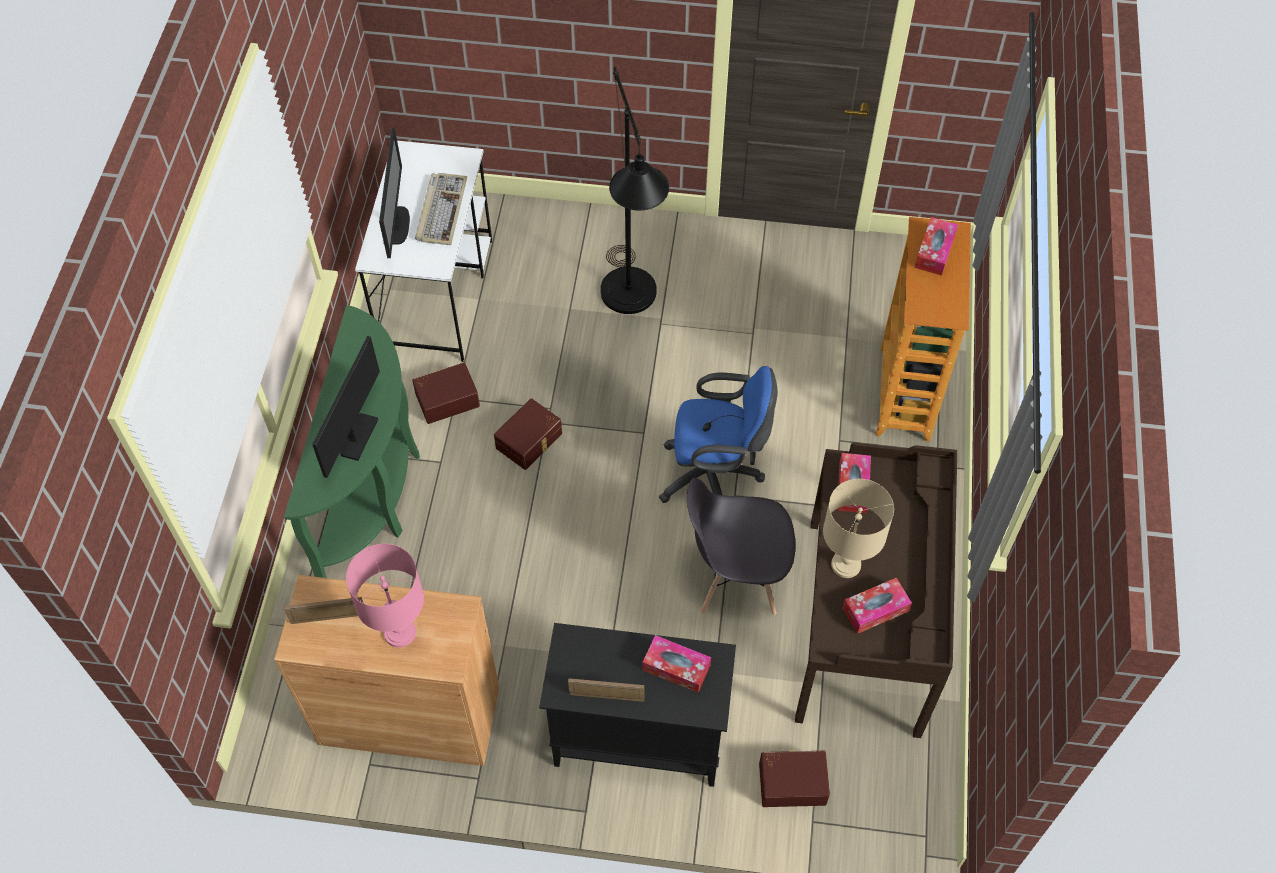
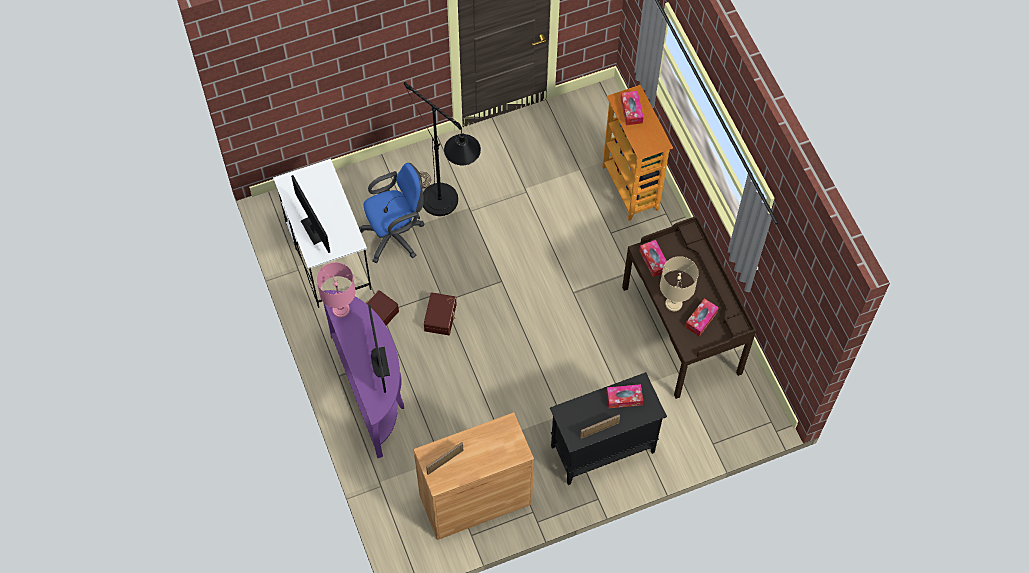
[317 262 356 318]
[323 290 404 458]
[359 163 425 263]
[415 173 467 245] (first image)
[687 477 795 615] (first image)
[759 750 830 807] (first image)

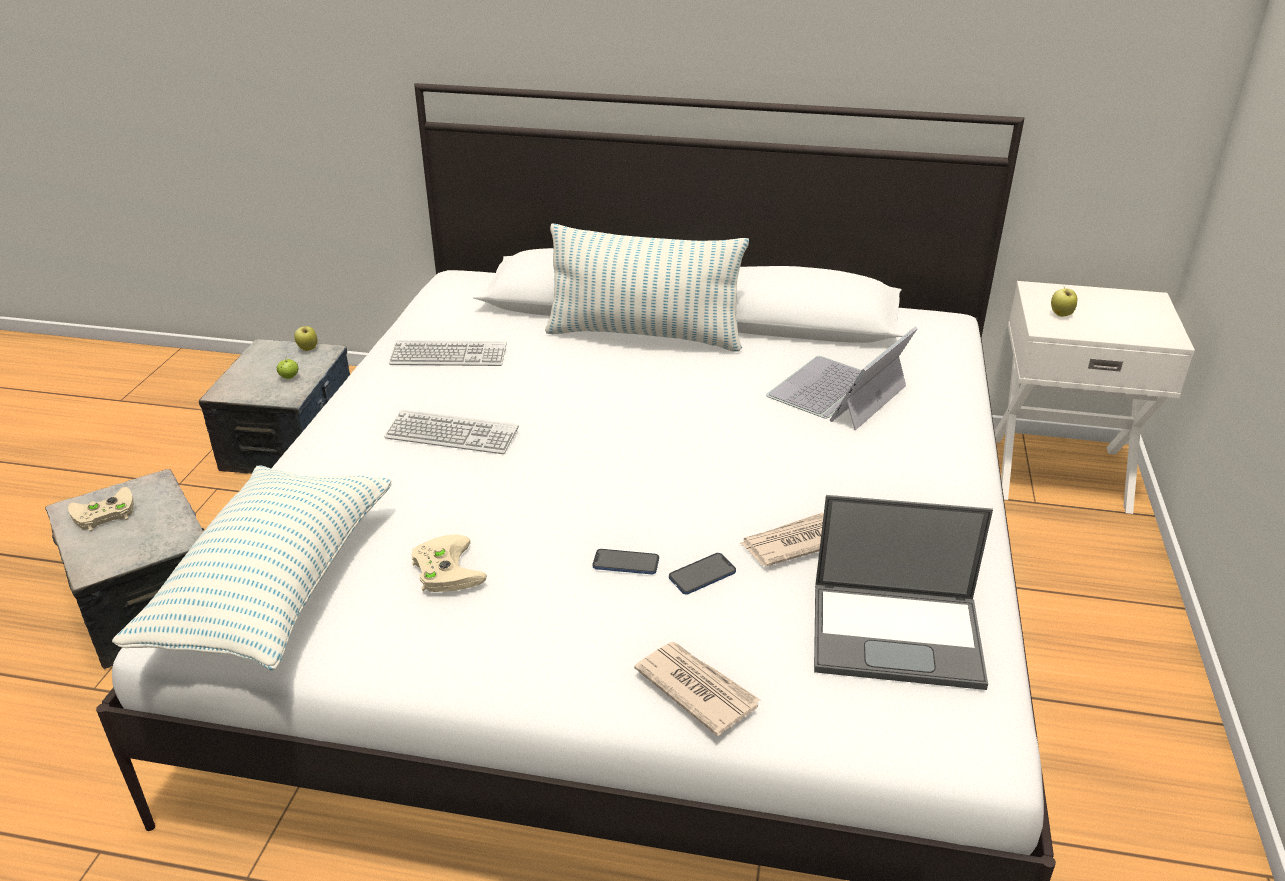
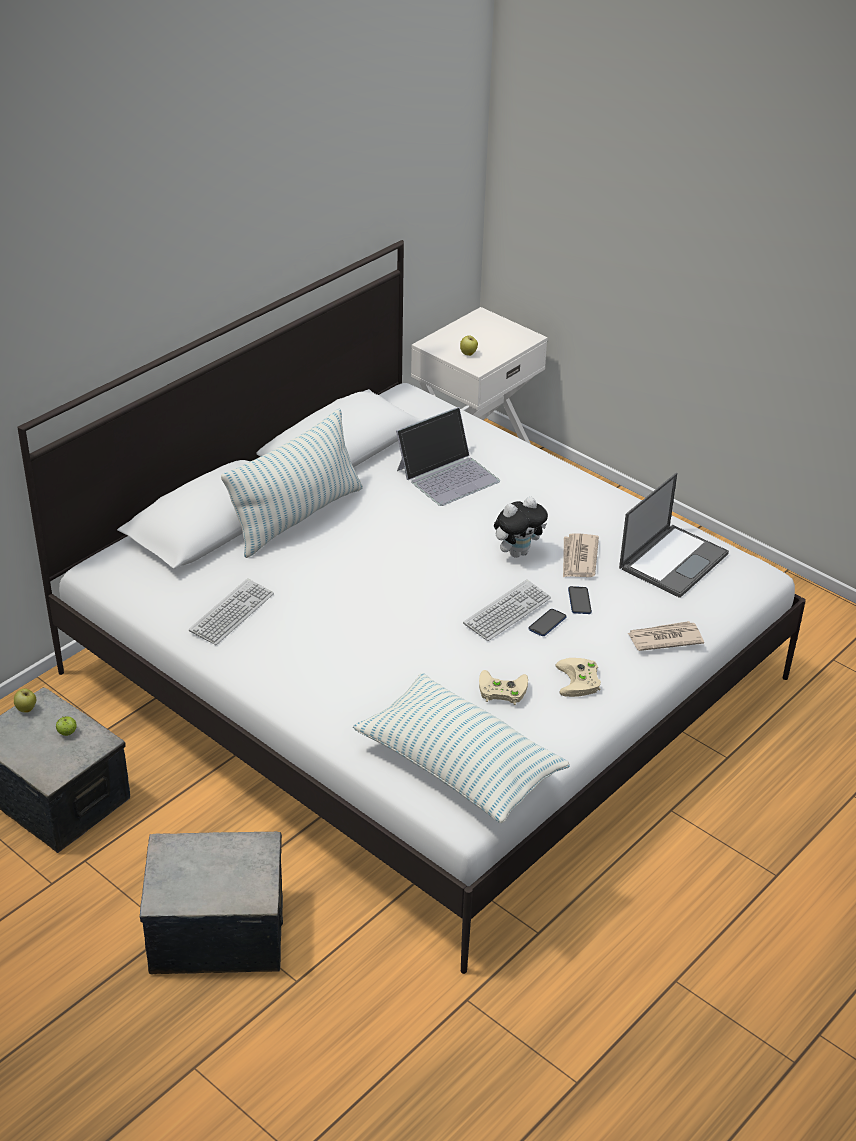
[396 407 500 506]
[463 579 551 641]
[494 497 548 558]
[555 658 601 697]

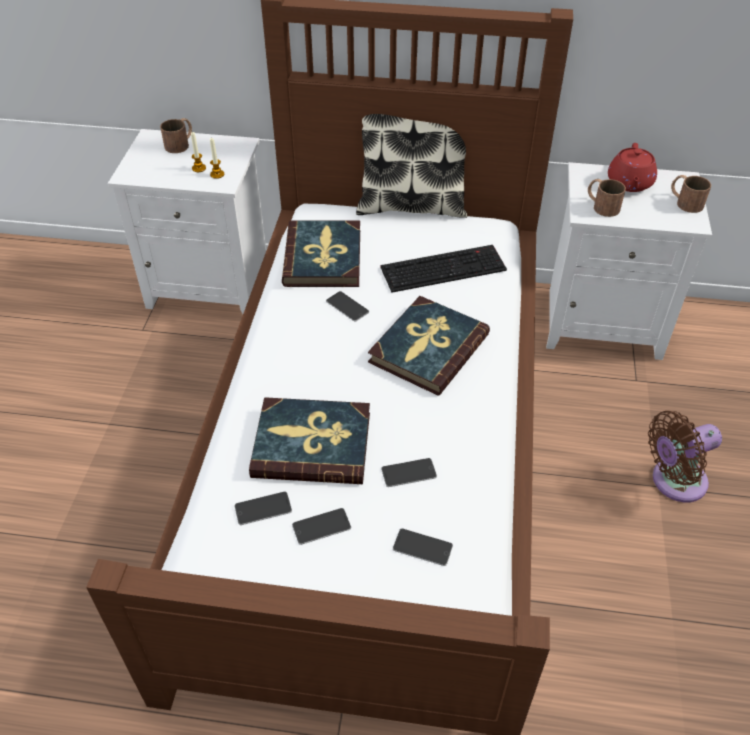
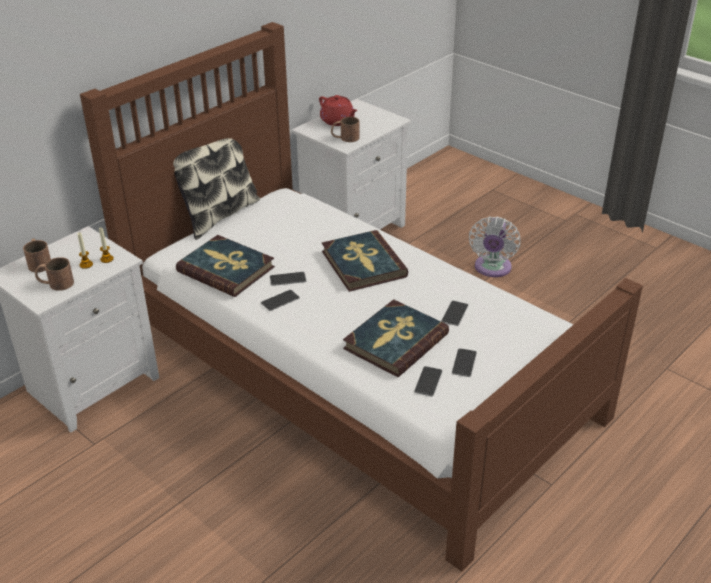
[35 257 74 291]
[261 290 300 311]
[469 216 521 277]
[381 245 507 293] (first image)

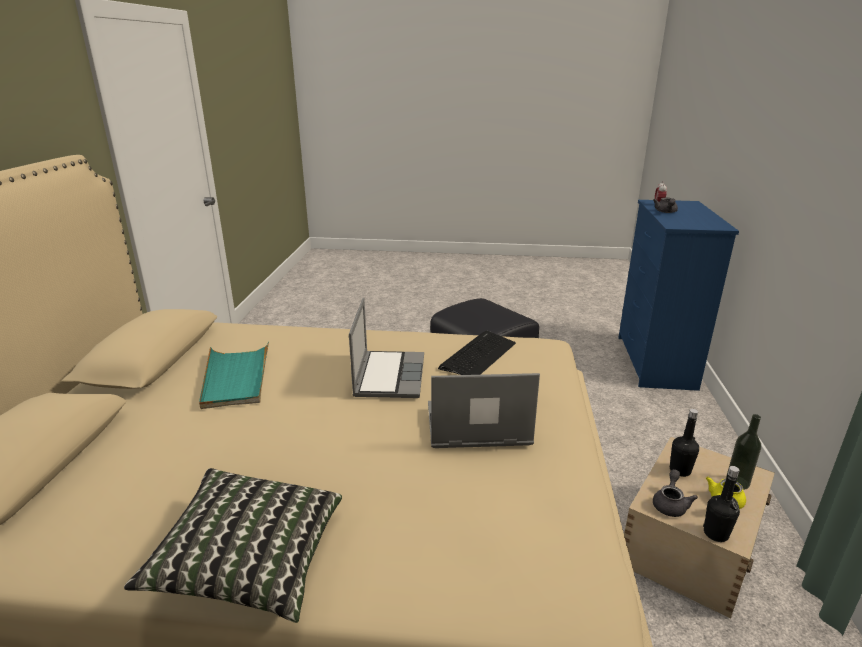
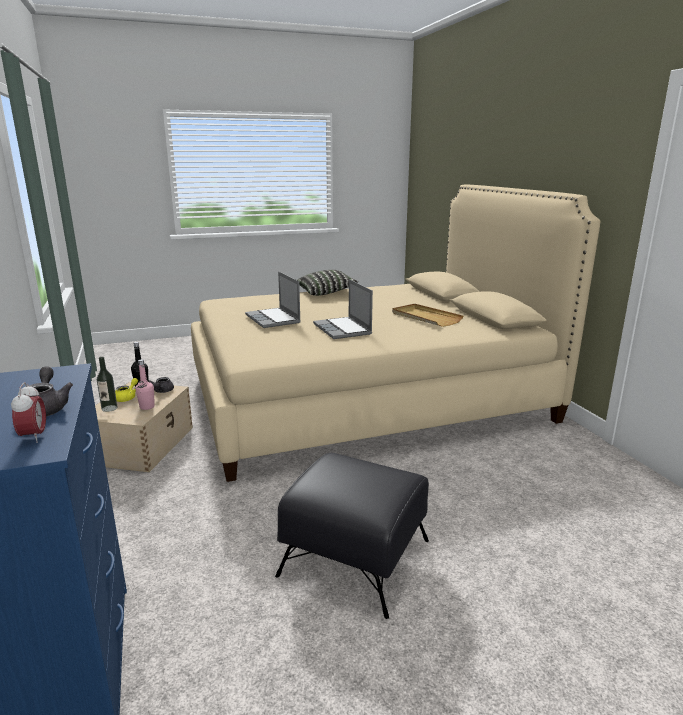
[135 359 155 410]
[245 272 301 328]
[392 304 463 327]
[438 331 516 375] (first image)

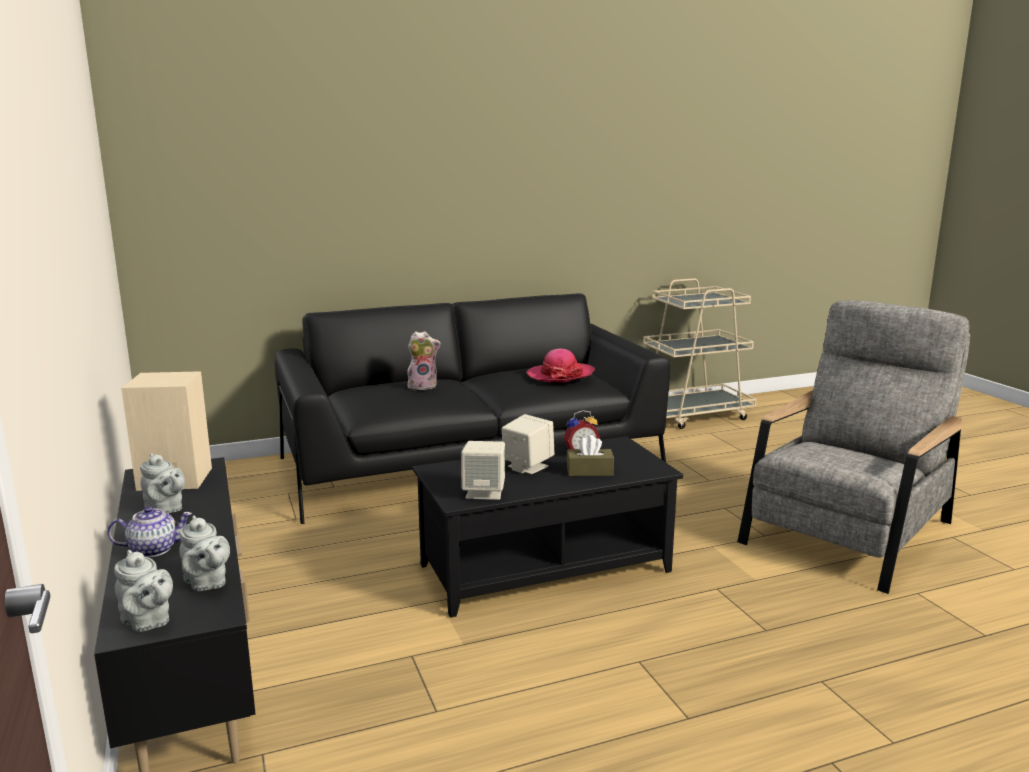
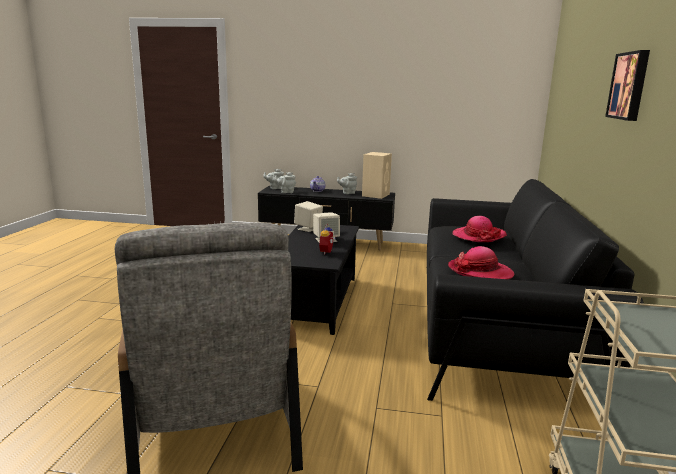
[453 216 507 242]
[605 50 650 121]
[567 435 614 476] (first image)

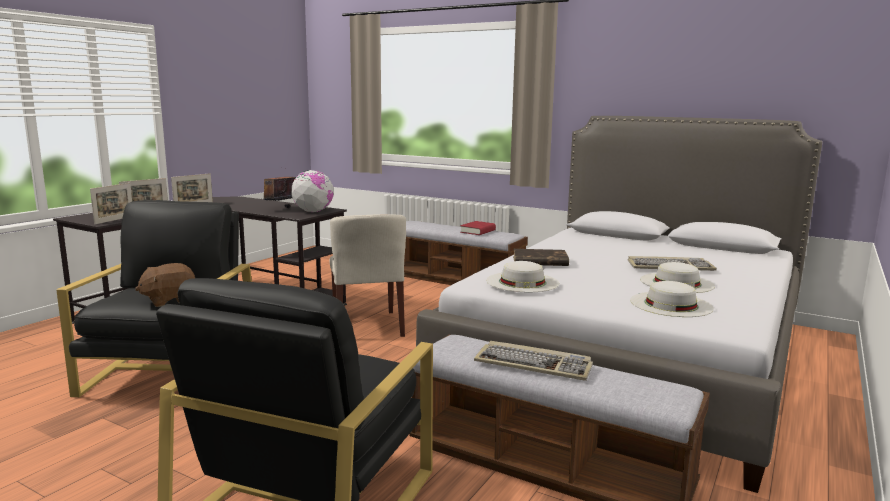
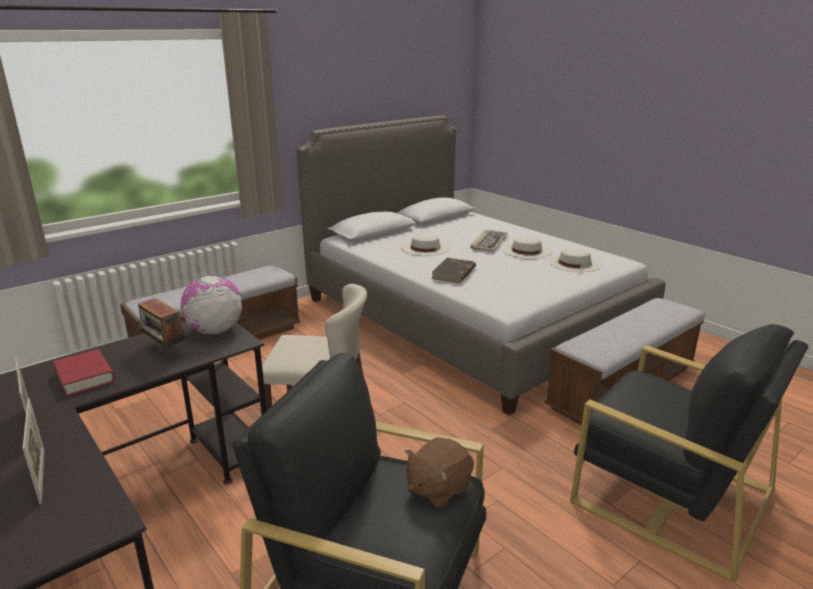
[53 349 115 396]
[401 233 450 256]
[405 437 474 508]
[90 183 132 225] (first image)
[474 341 593 381] (first image)

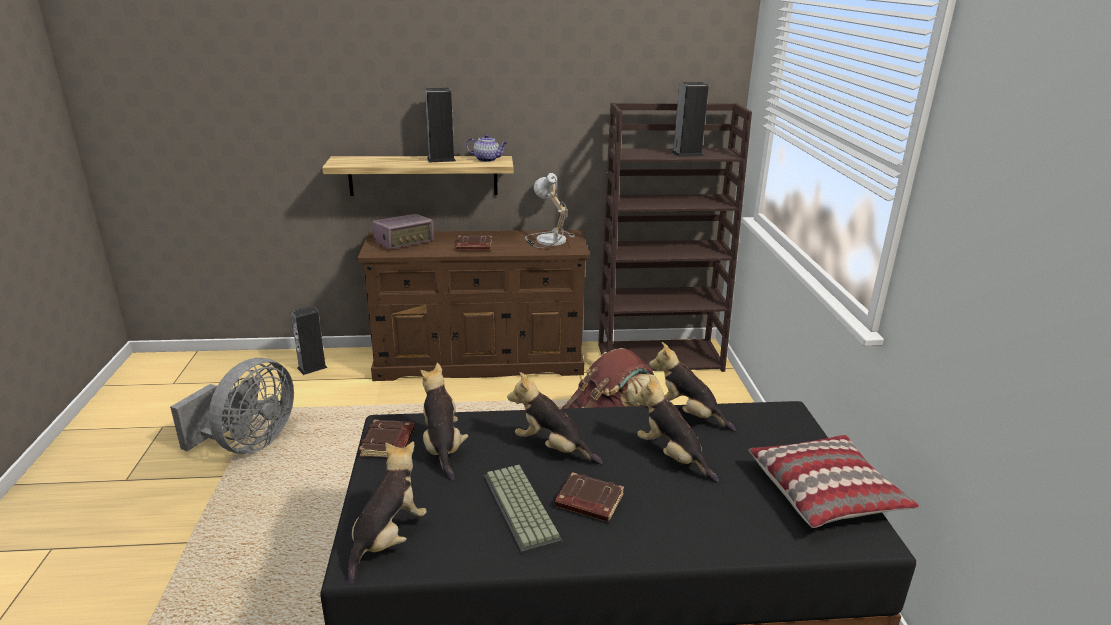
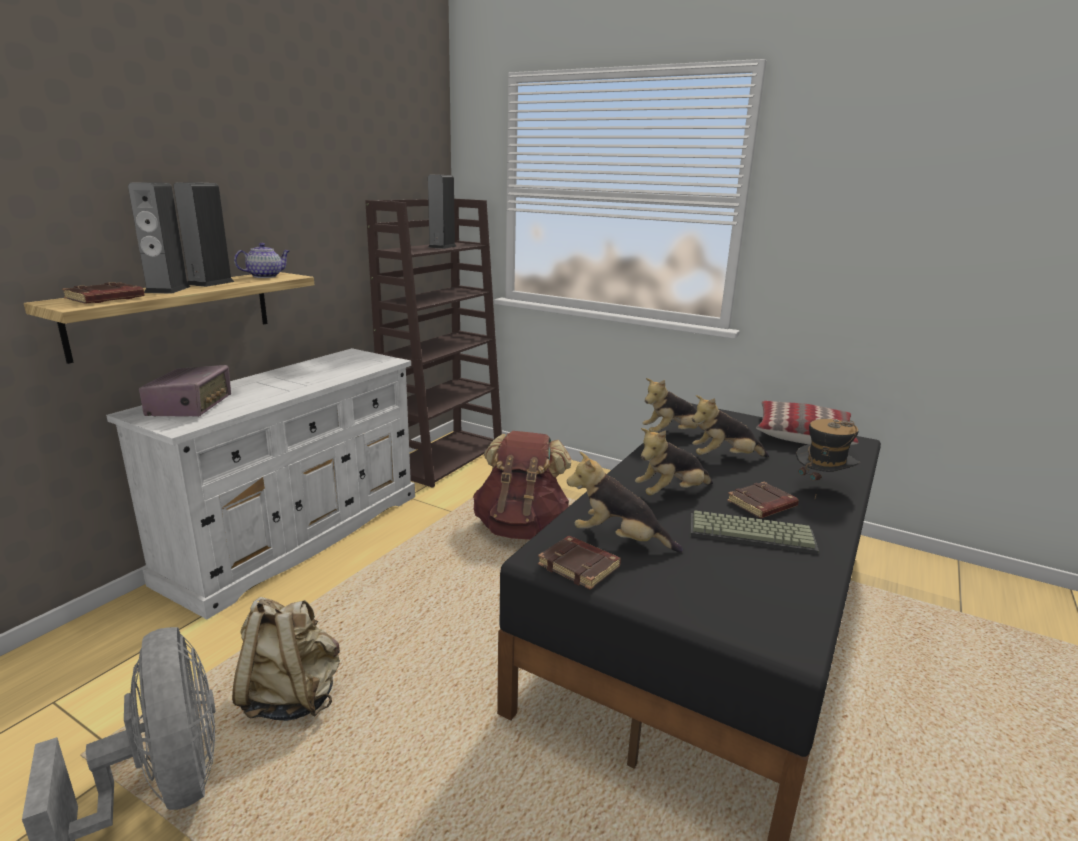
[62 282 145 304]
[106 348 415 619]
[128 182 190 294]
[232 597 340 721]
[796 419 860 498]
[348 441 427 585] (first image)
[525 173 574 249] (first image)

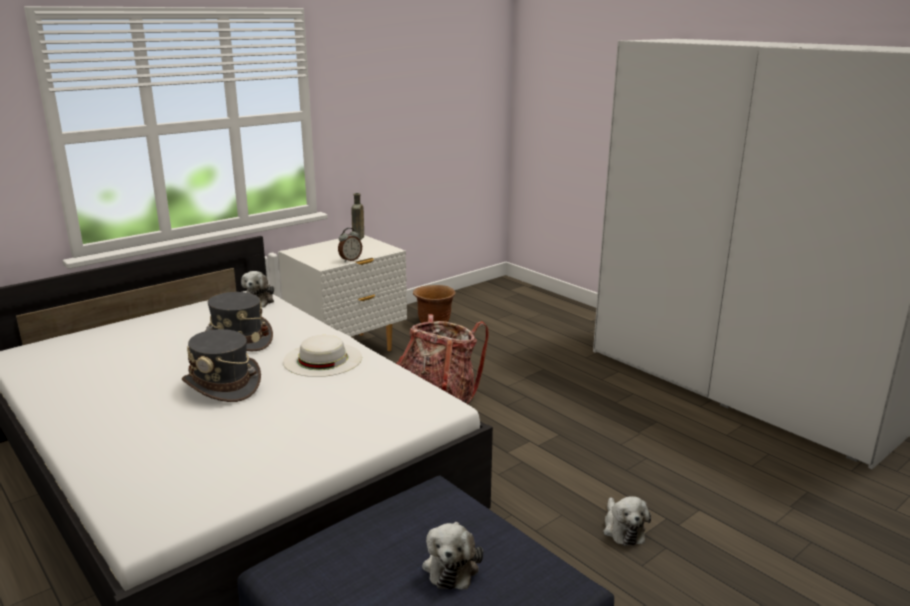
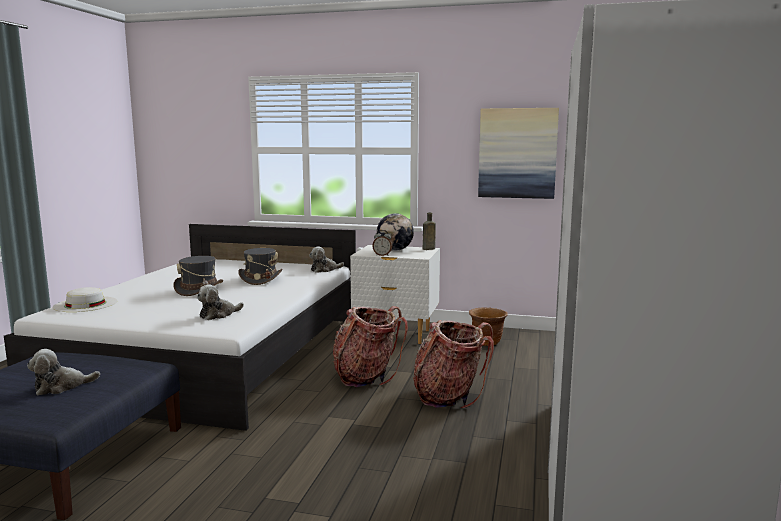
[52 287 117 312]
[197 284 244 320]
[377 213 414 251]
[413 320 494 408]
[478 108 559 199]

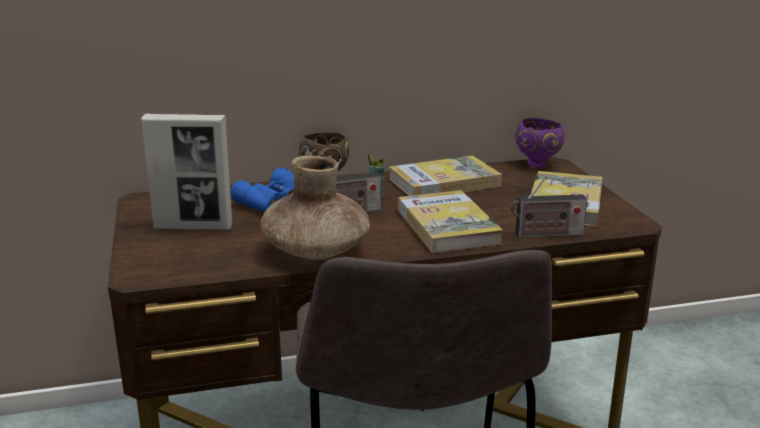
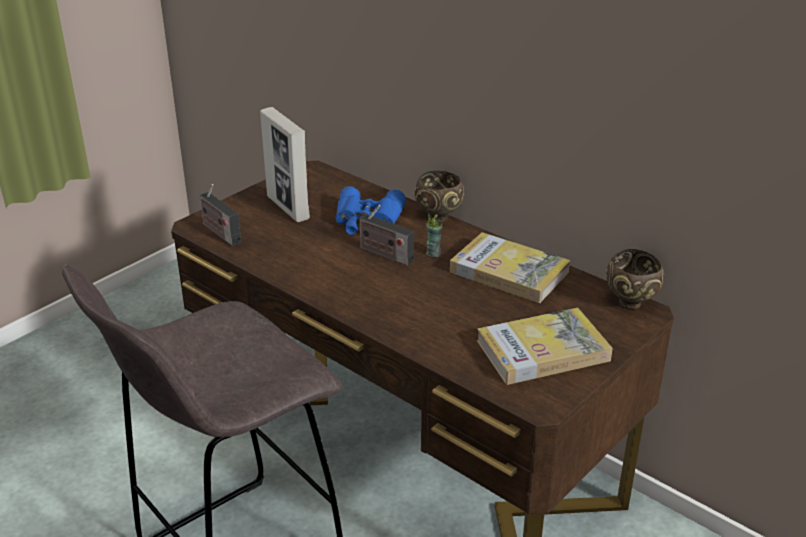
[199 184 242 246]
[606 249 664 310]
[261 155 370 260] (first image)
[398 190 503 253] (first image)

